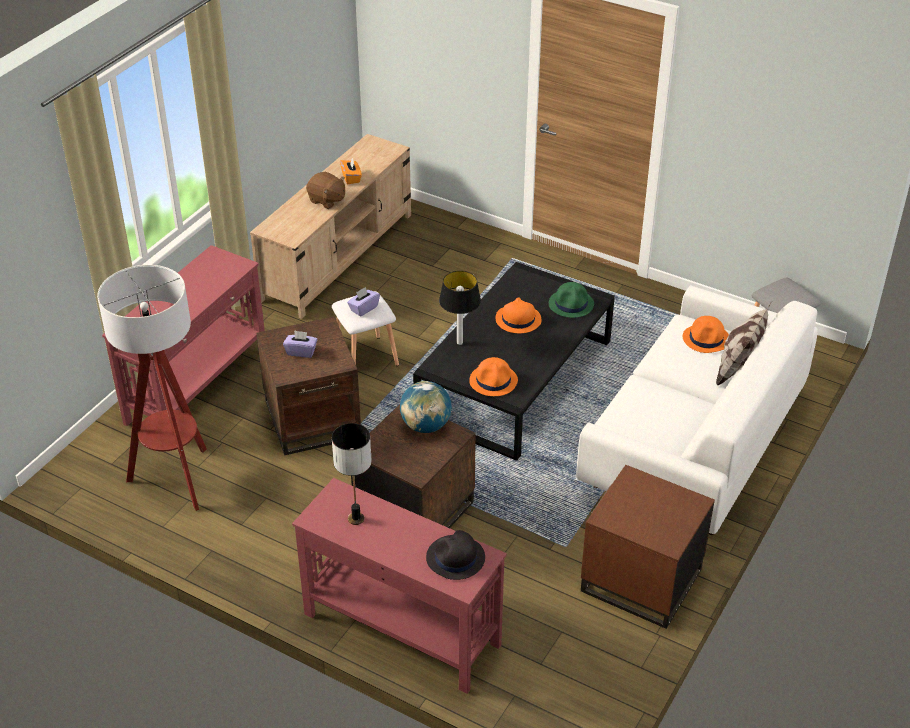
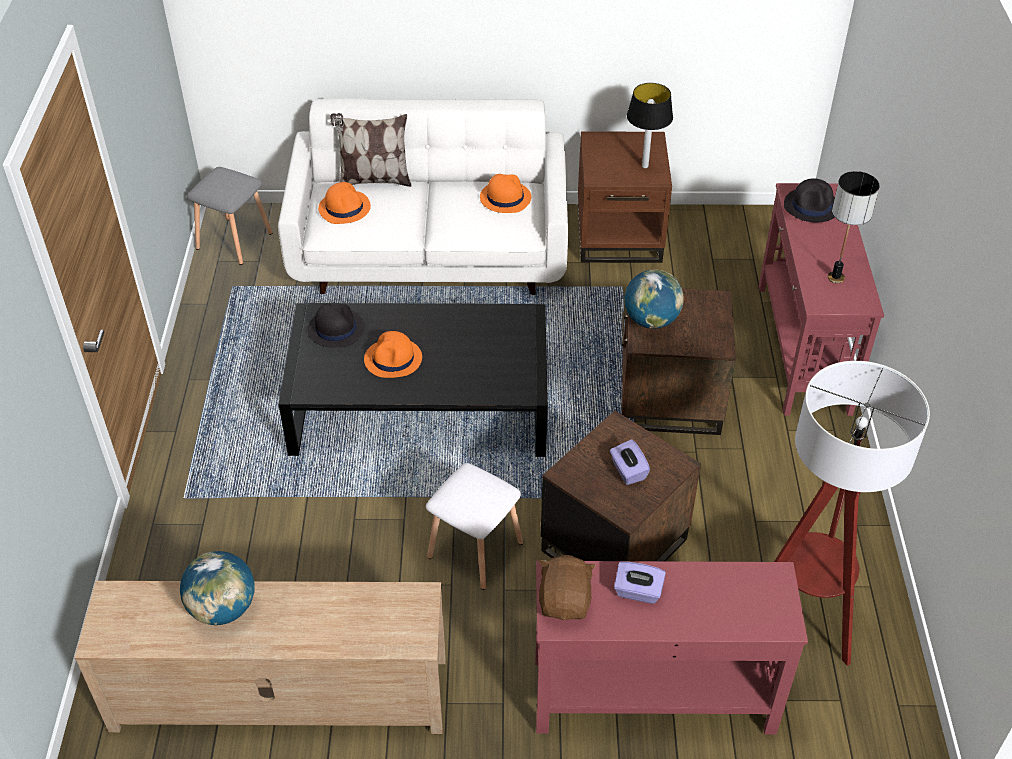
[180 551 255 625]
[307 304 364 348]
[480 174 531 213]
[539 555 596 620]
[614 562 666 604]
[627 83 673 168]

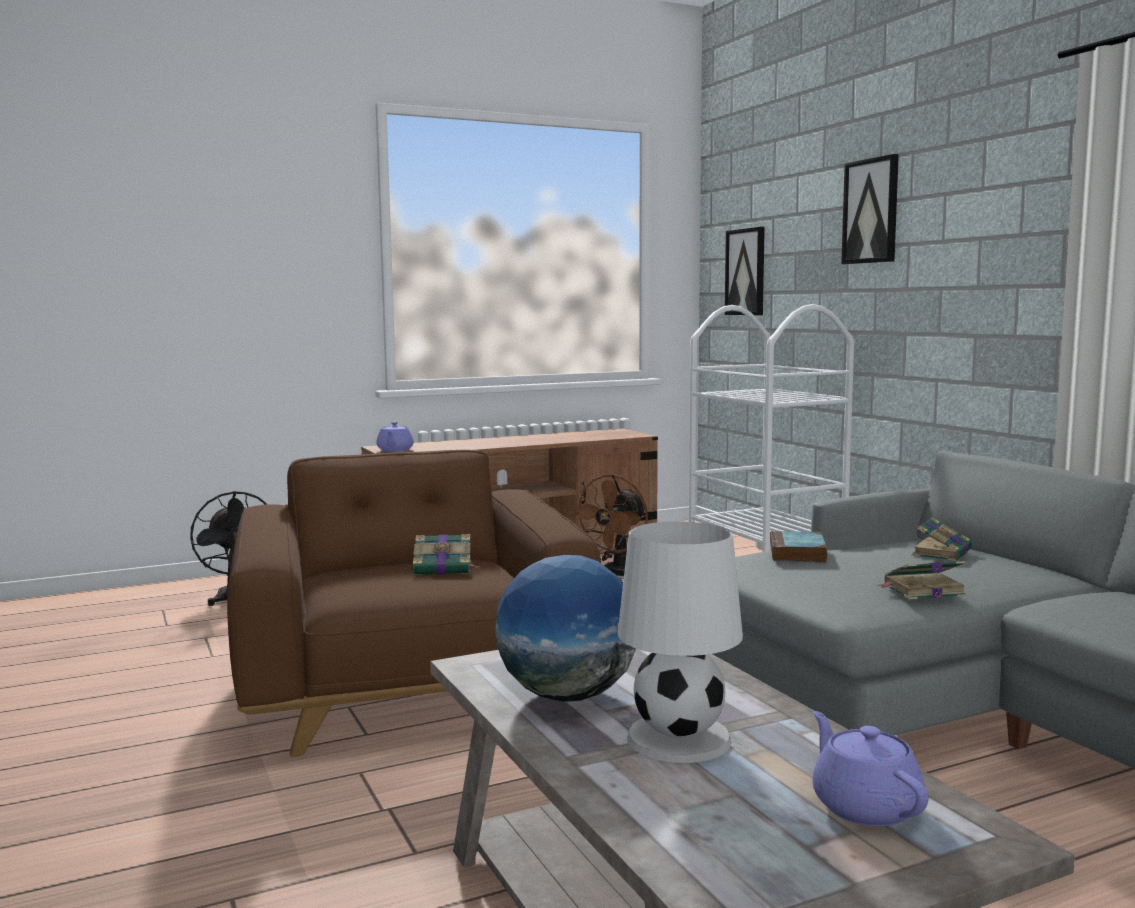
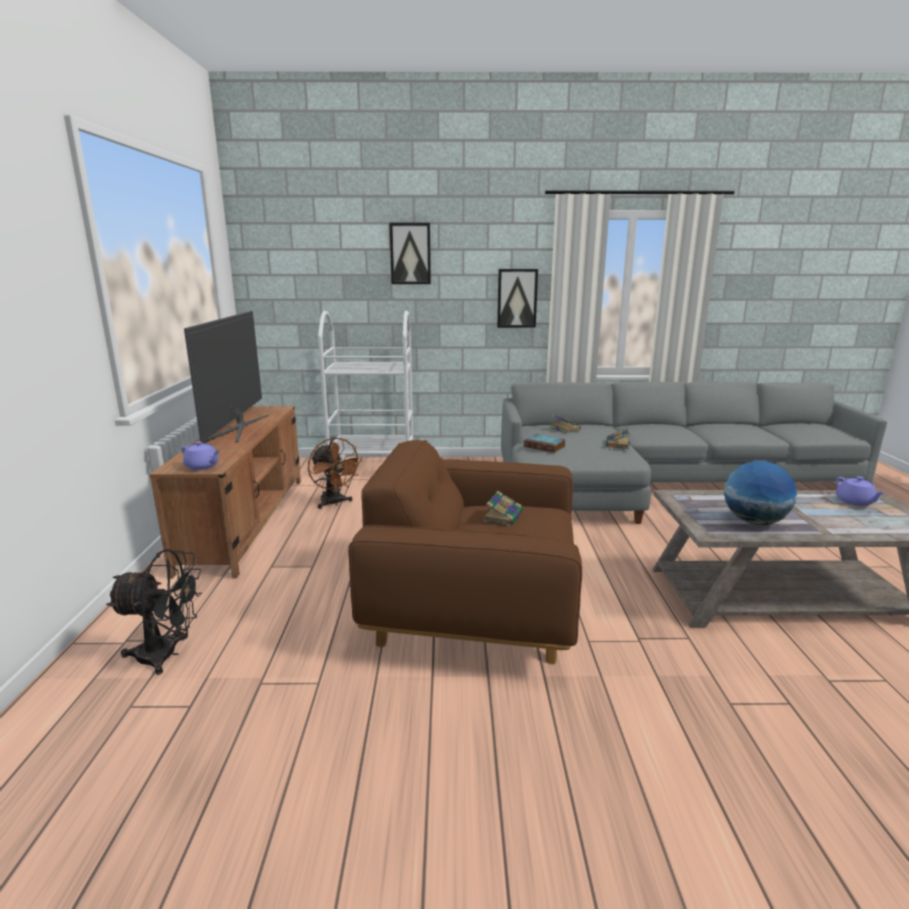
[184 311 268 443]
[497 269 538 328]
[836 476 884 506]
[618 522 743 763] (first image)

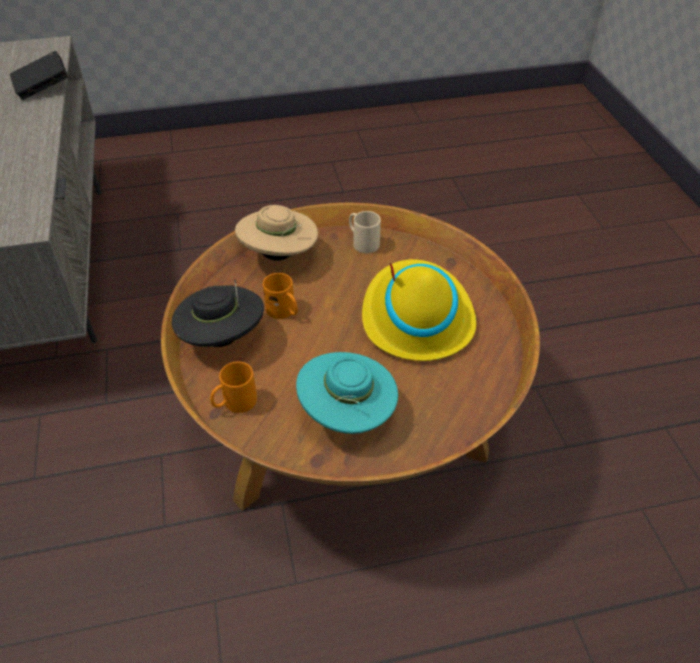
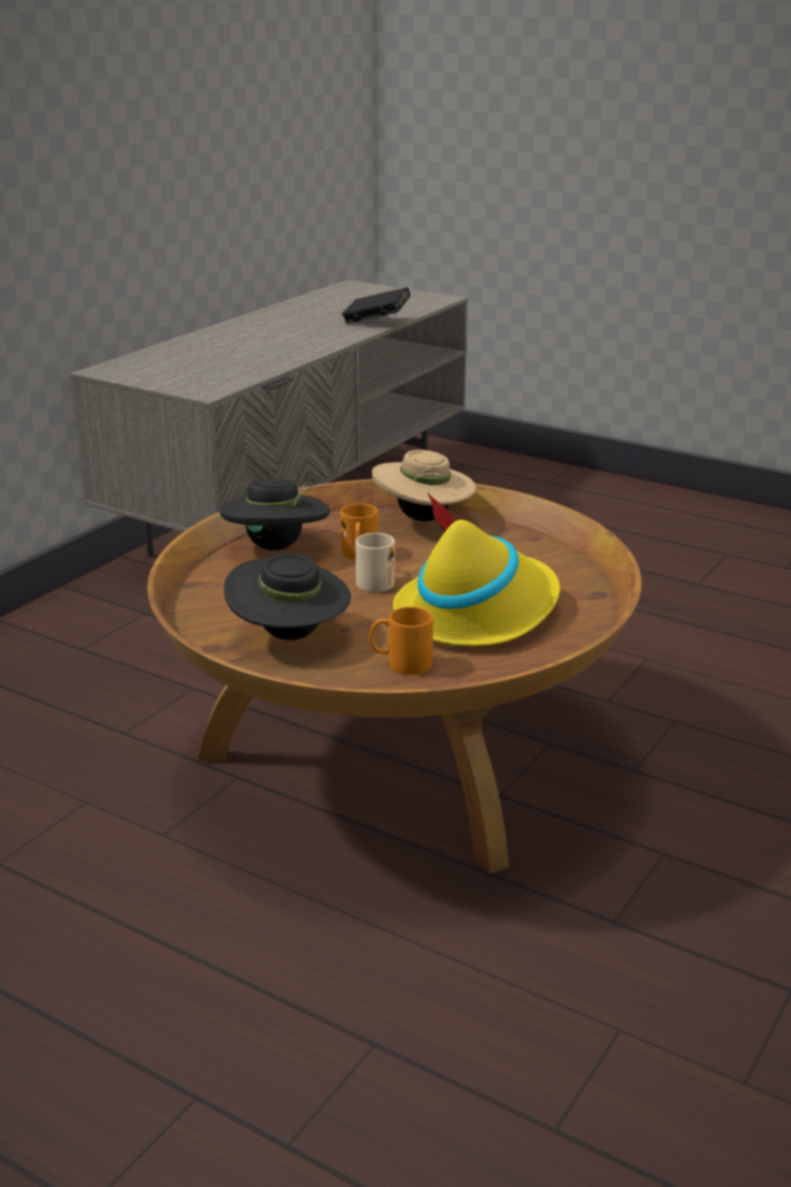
[224 553 351 640]
[355 533 395 592]
[369 607 433 675]

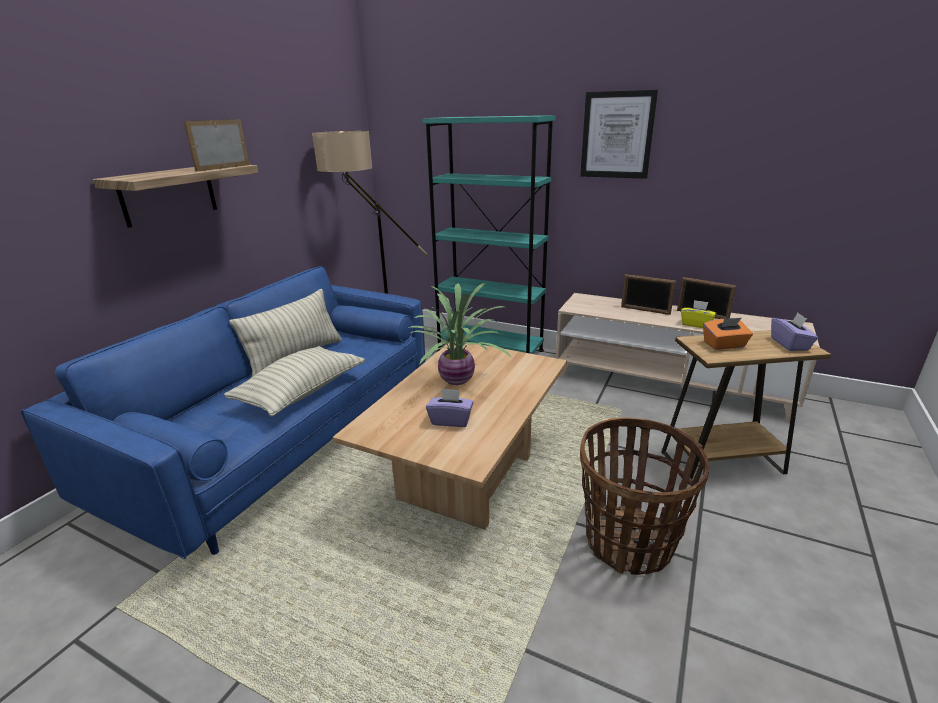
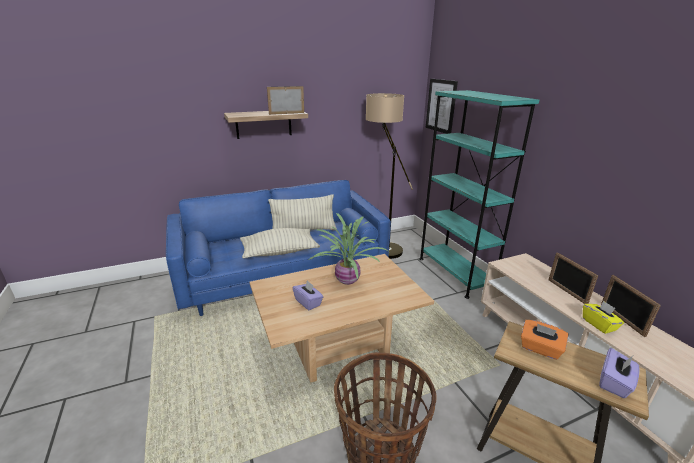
[426 79 458 134]

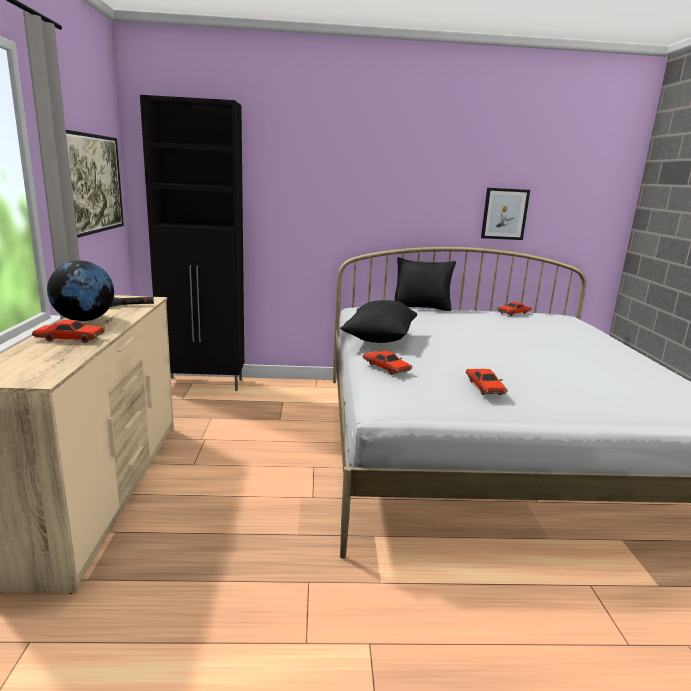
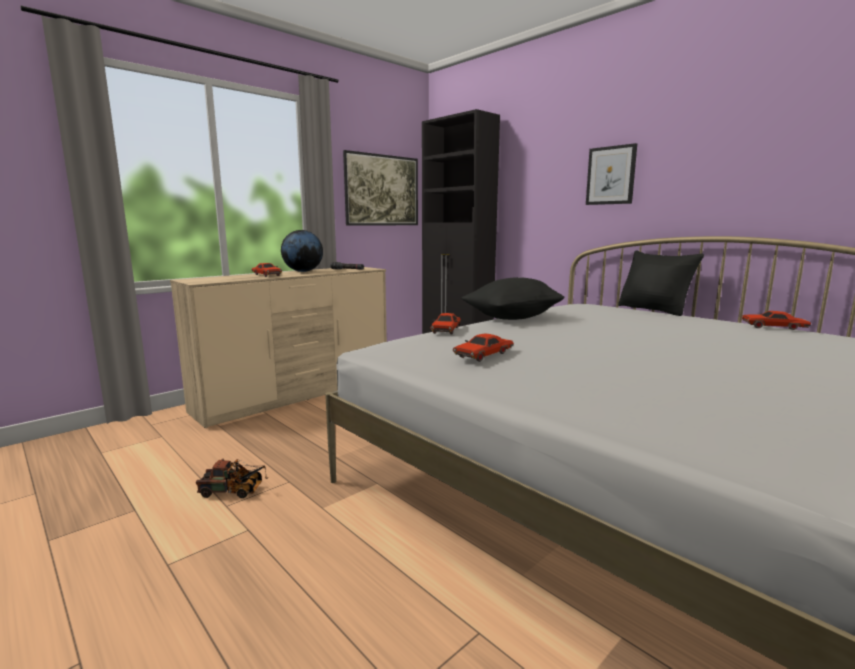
[196 459 268 498]
[586 143 637 205]

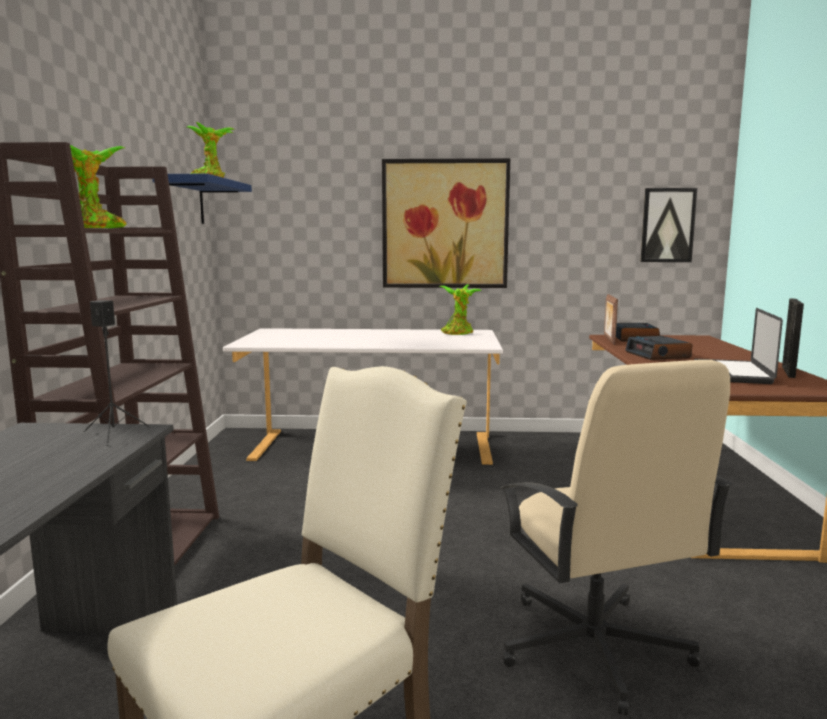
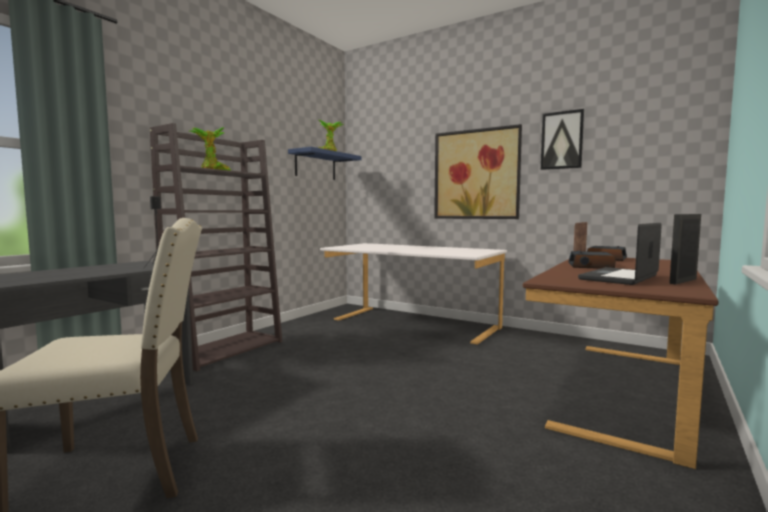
[541 109 584 170]
[440 284 482 335] (first image)
[500 360 733 716] (first image)

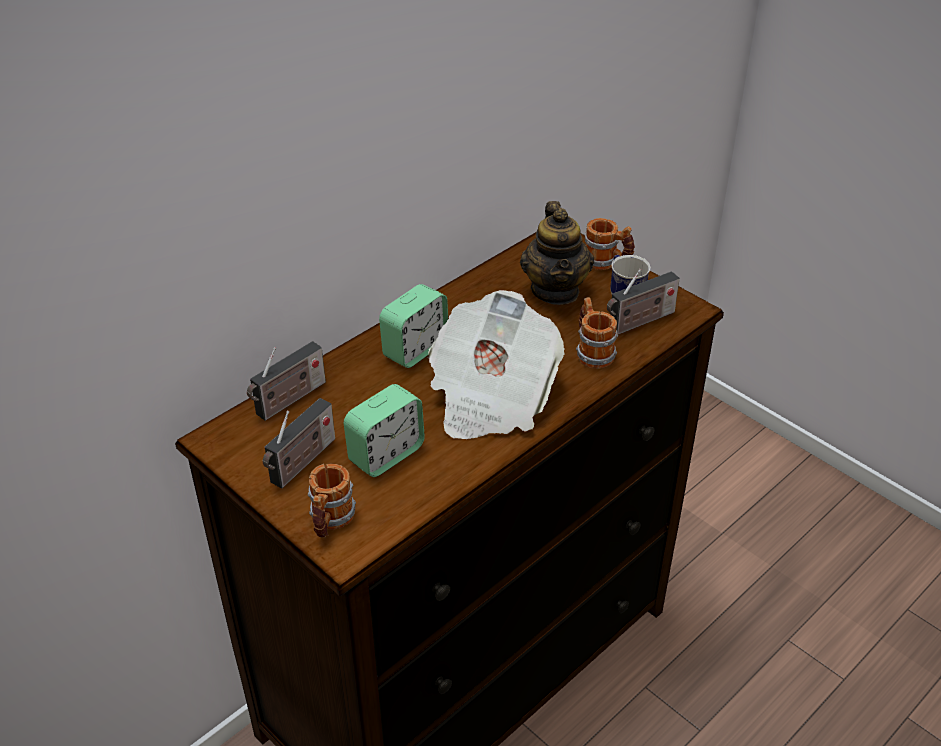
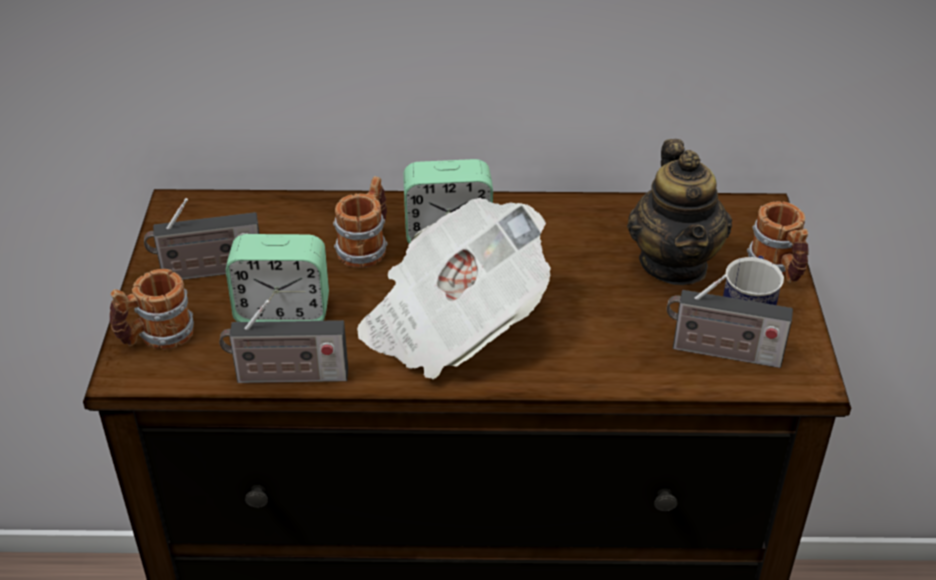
[219 300 348 383]
[333 176 388 268]
[627 139 732 285]

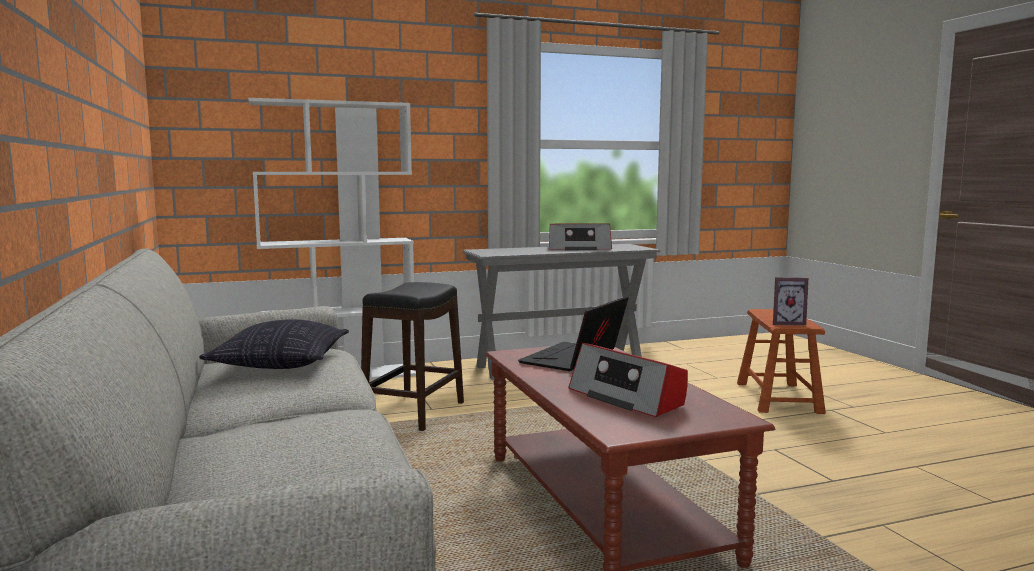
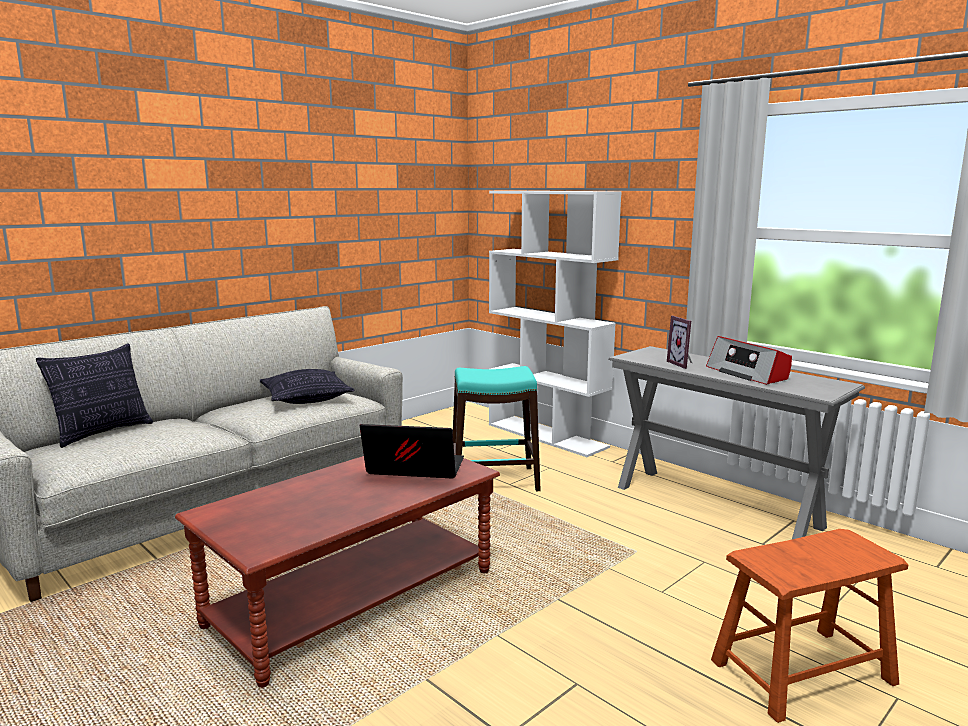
[36 343 153 448]
[453 366 541 491]
[667 316 693 369]
[568 343 688 417] (first image)

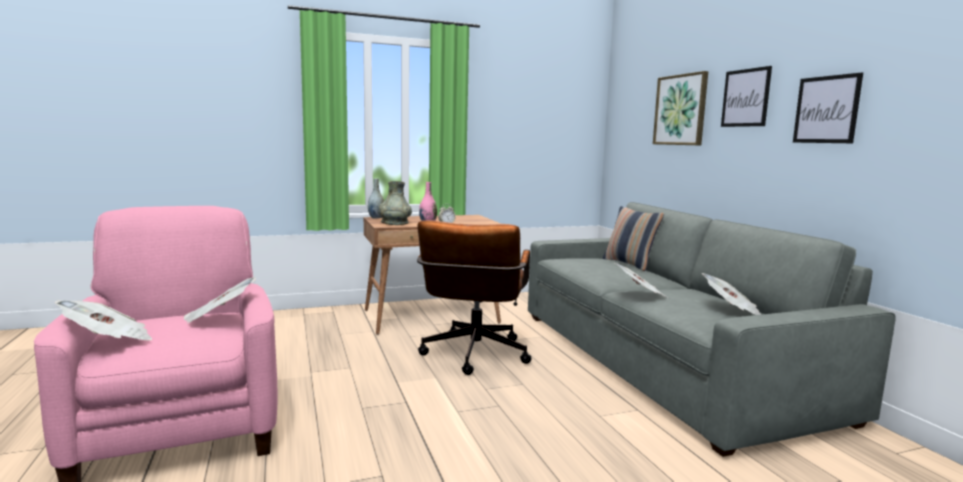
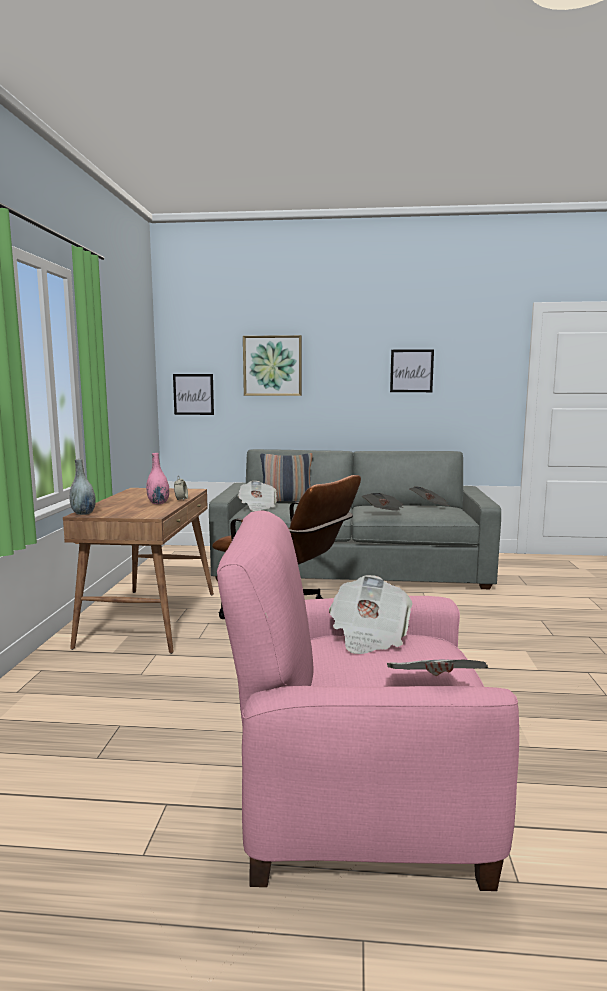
[173 374 214 415]
[238 481 277 511]
[378 181 412 225] (first image)

